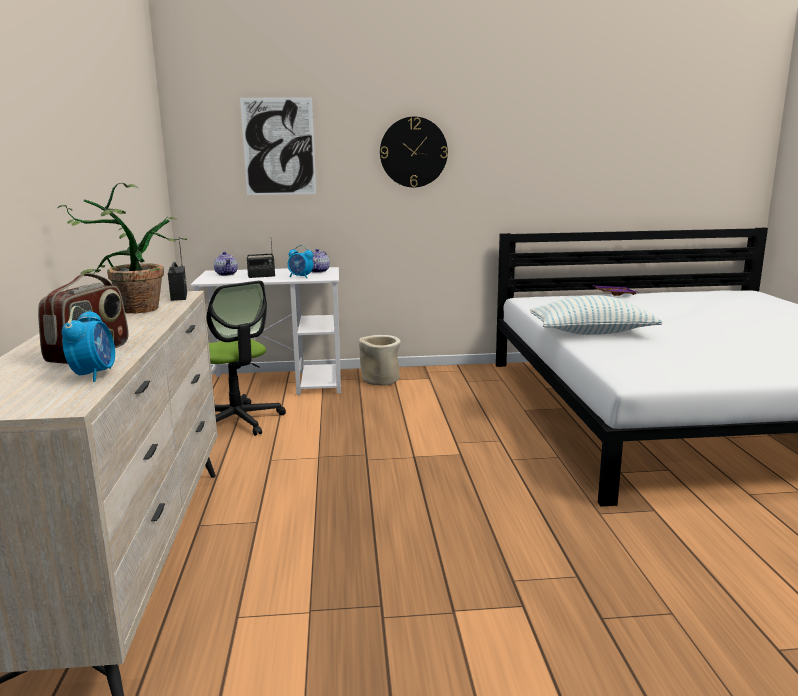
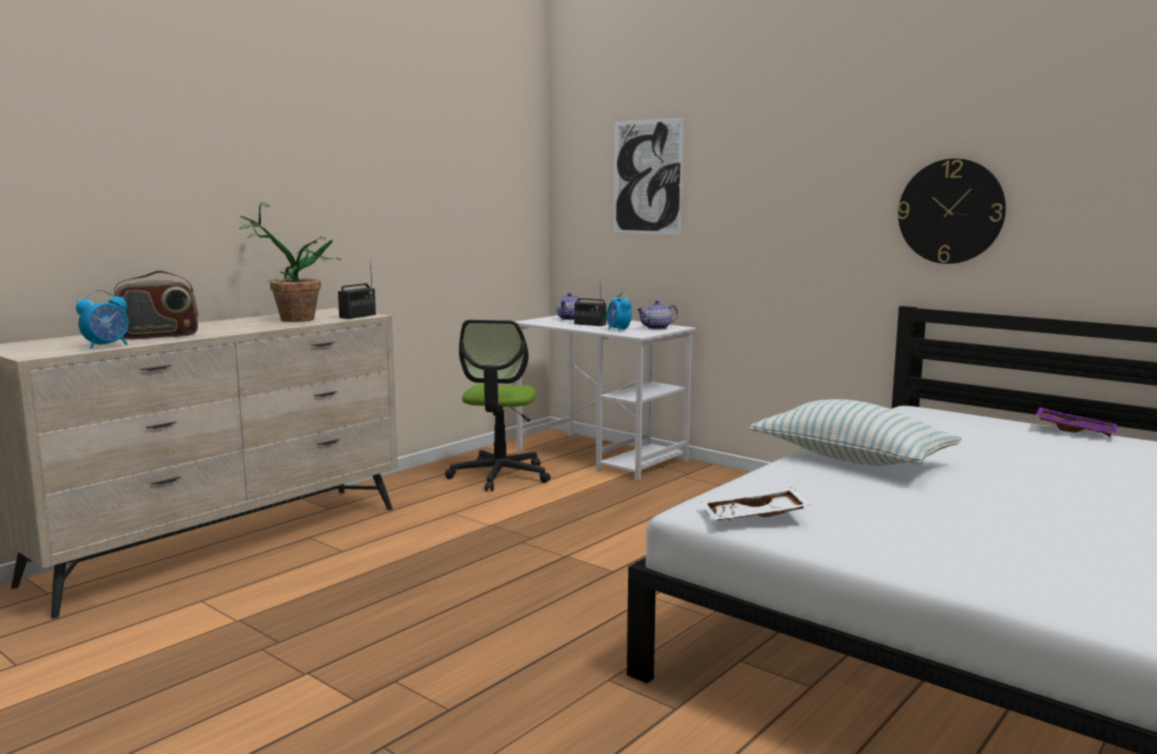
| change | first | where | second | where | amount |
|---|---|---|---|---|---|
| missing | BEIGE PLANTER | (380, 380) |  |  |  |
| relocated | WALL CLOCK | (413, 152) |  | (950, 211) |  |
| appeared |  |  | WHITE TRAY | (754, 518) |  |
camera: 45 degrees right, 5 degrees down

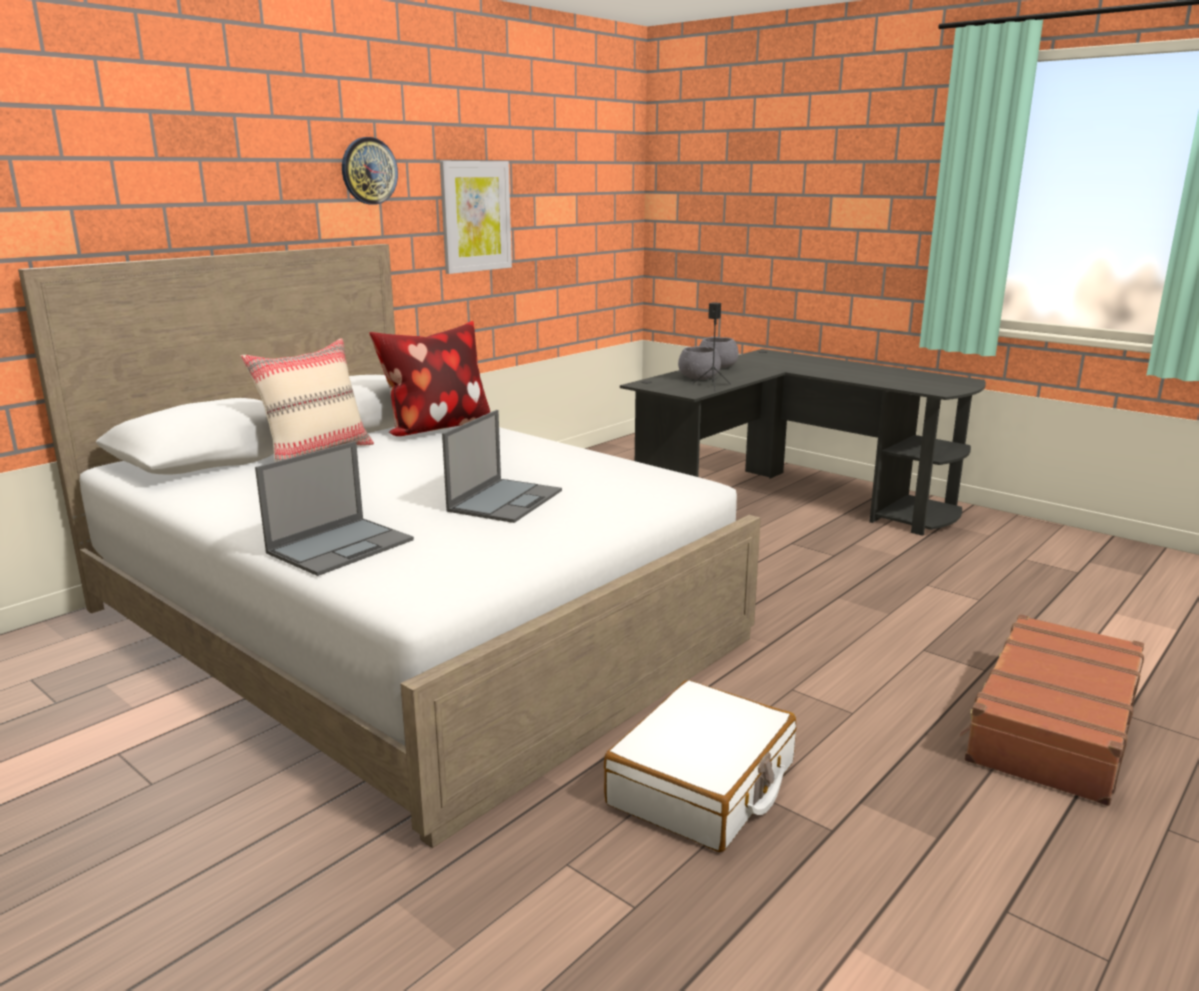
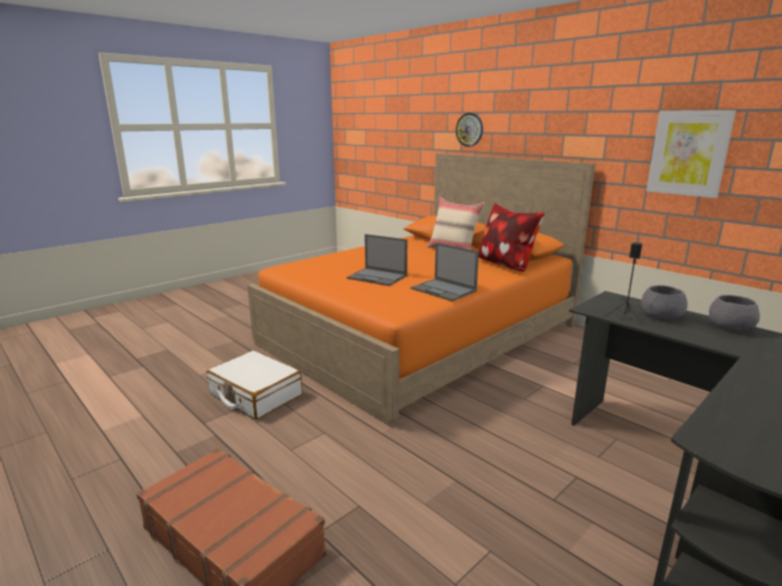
| change | first | where | second | where | amount |
|---|---|---|---|---|---|
| colour | WHITE BED | (411, 622) | ORANGE BED | (420, 334) |  |
| relocated | LAPTOP | (342, 546) |  | (444, 290) |  |
| relocated | WALL CLOCK | (369, 171) |  | (469, 129) |  |
camera: 95 degrees right, 0 degrees up

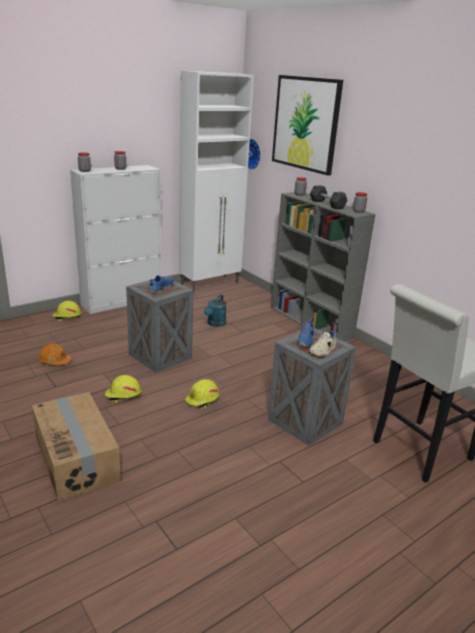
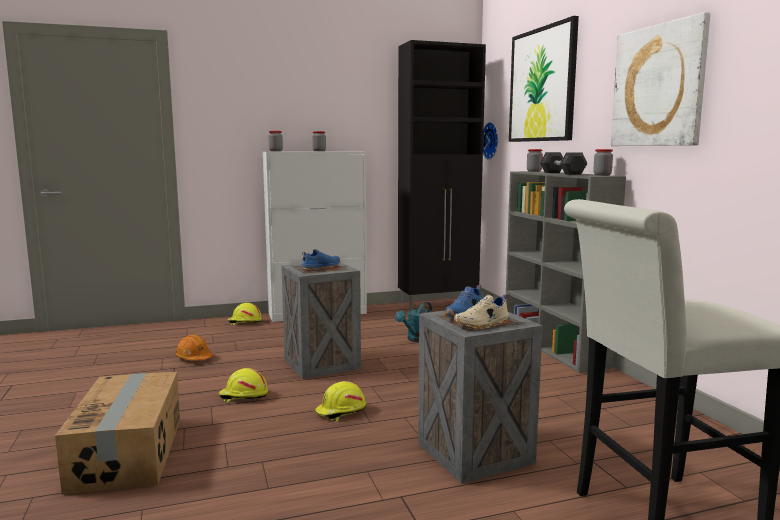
| change | first | where | second | where | amount |
|---|---|---|---|---|---|
| colour | WHITE CABINET | (210, 284) | BLACK CABINET | (439, 305) |  |
| appeared |  |  | PICTURE | (658, 86) |  |
camera: 20 degrees right, 15 degrees down

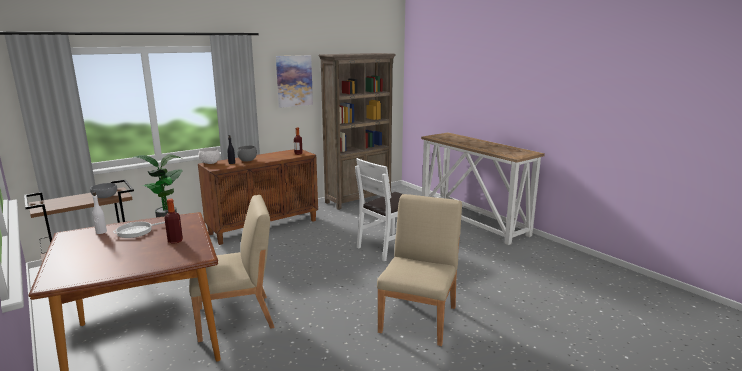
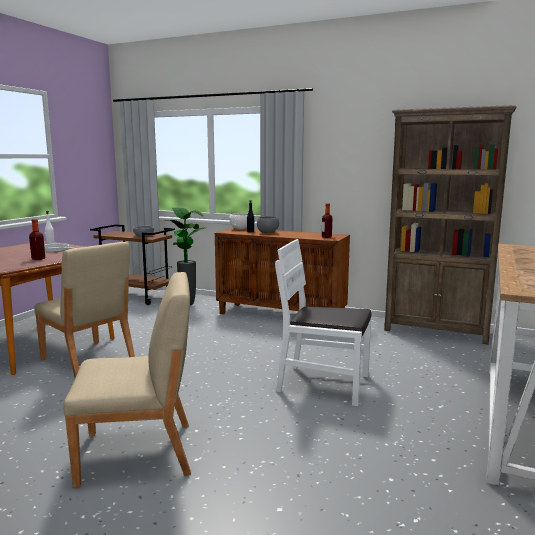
| change | first | where | second | where | amount |
|---|---|---|---|---|---|
| missing | PICTURE | (294, 81) |  |  |  |
camera: 60 degrees right, 5 degrees down

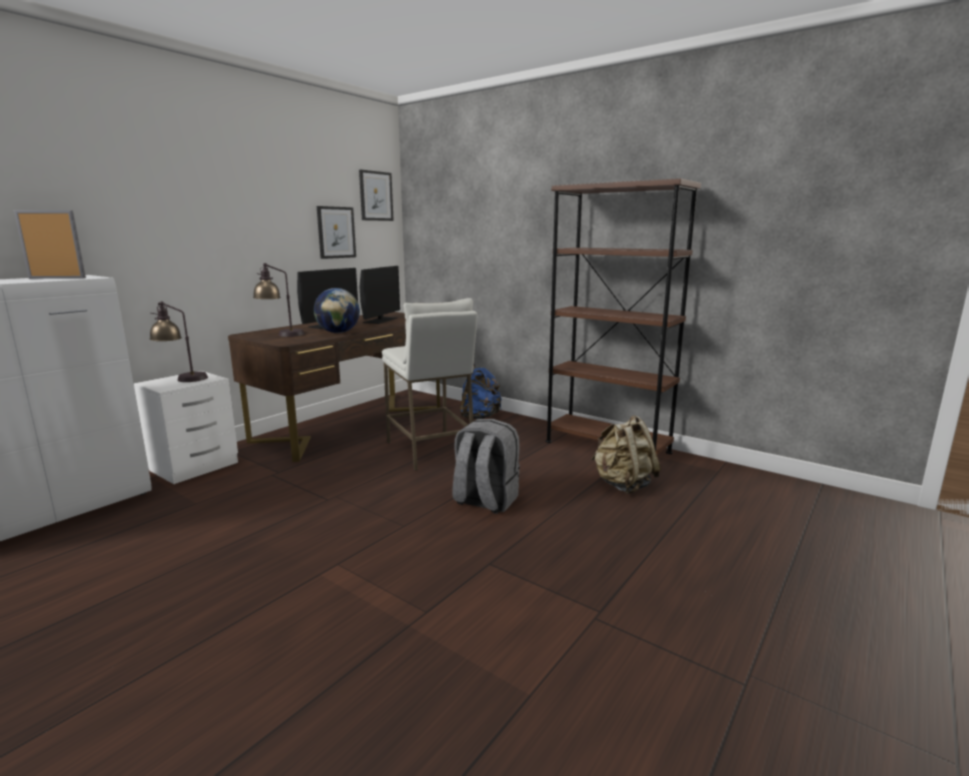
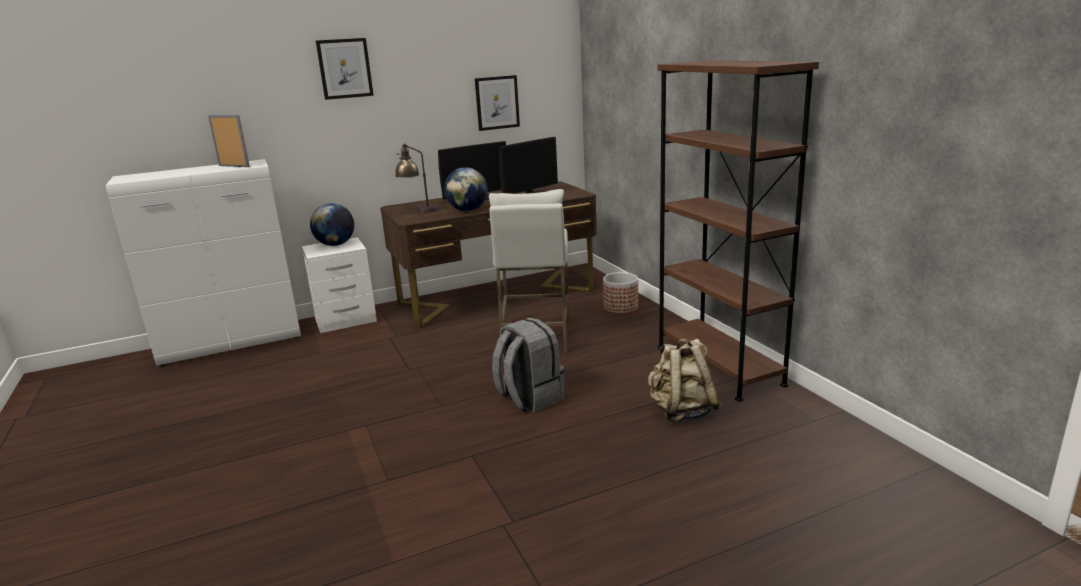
| change | first | where | second | where | amount |
|---|---|---|---|---|---|
| exchanged | TABLE LAMP | (182, 378) | GLOBE | (335, 245) |  |
| relocated | PICTURE | (376, 196) |  | (345, 68) |  |
| exchanged | BLUE BACKPACK | (479, 417) | PLANTER | (620, 307) |  |
camera: 30 degrees right, 5 degrees up

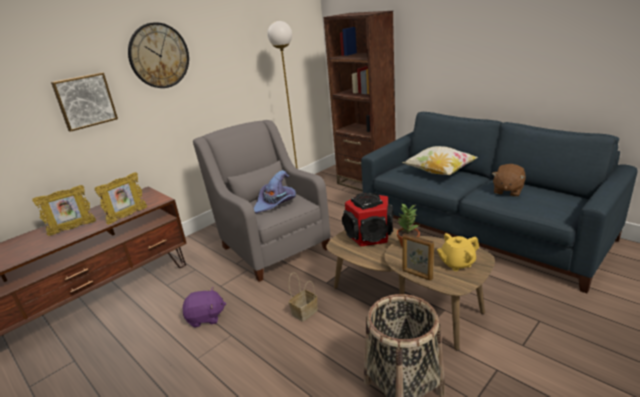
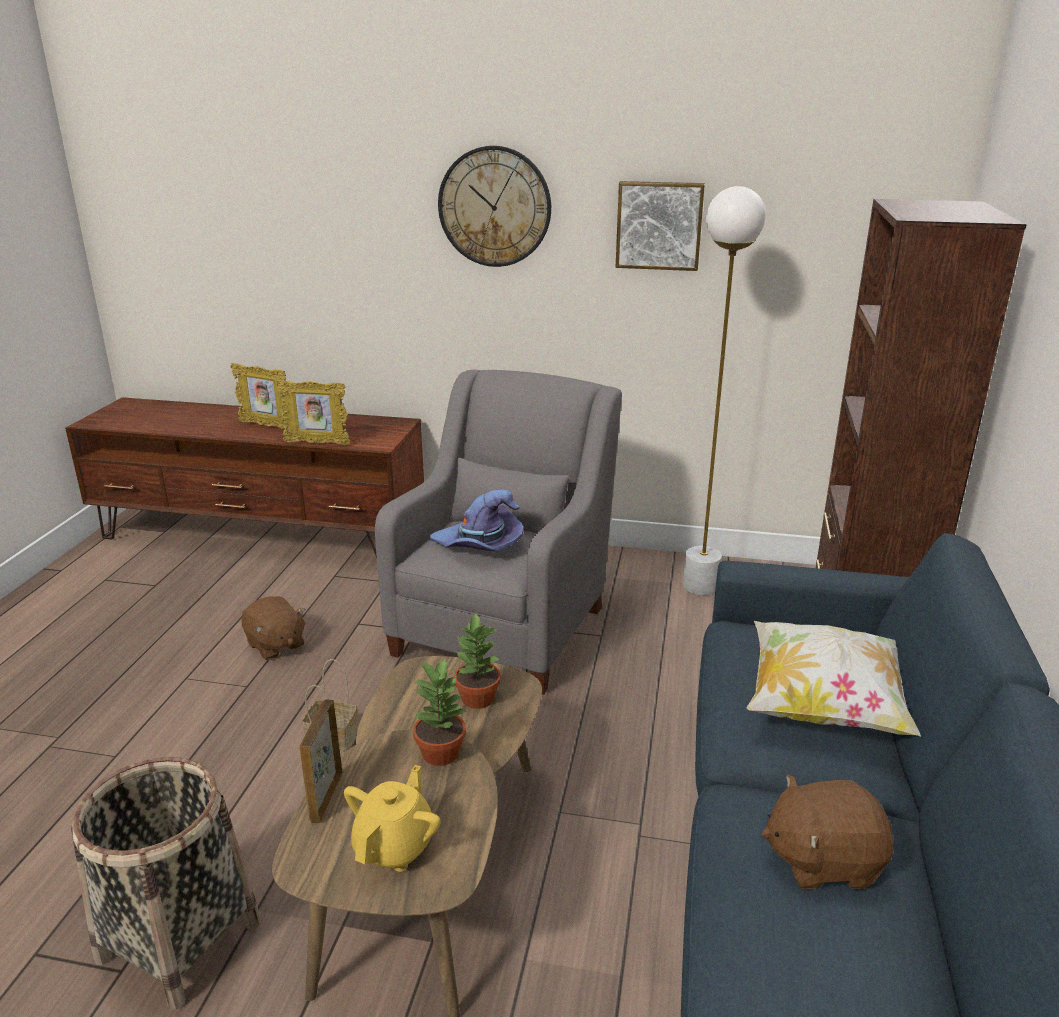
| change | first | where | second | where | amount |
|---|---|---|---|---|---|
| relocated | PICTURE | (85, 101) |  | (659, 225) |  |
| colour | PURPLE PLUSH TOY | (206, 318) | BROWN PLUSH TOY | (275, 645) |  |
| exchanged | SPEAKER | (370, 235) | POTTED PLANT | (477, 699) |  |
| spun | YELLOW TEAPOT | (457, 263) |  | (395, 847) | 75 degrees clockwise |
camera: 55 degrees right, 0 degrees up

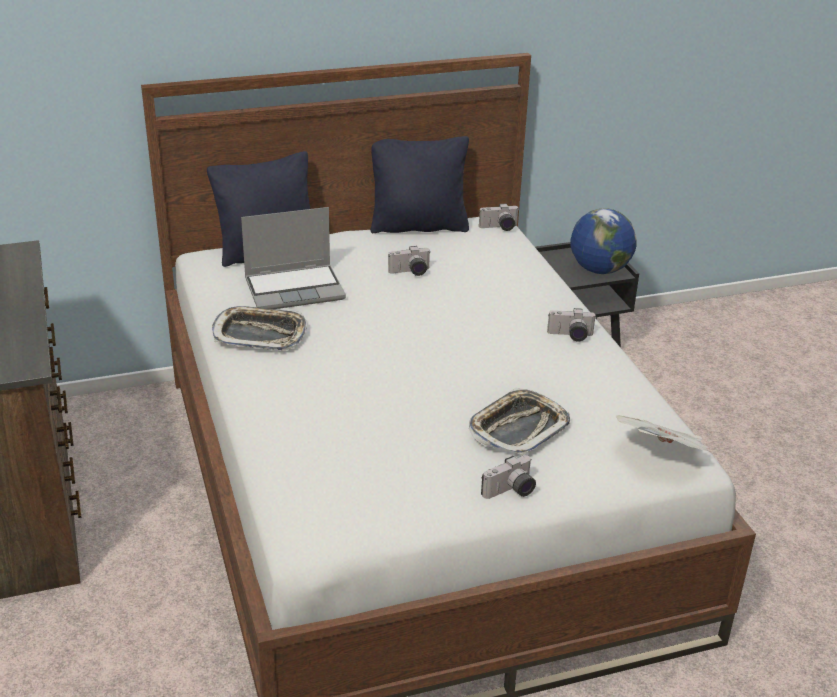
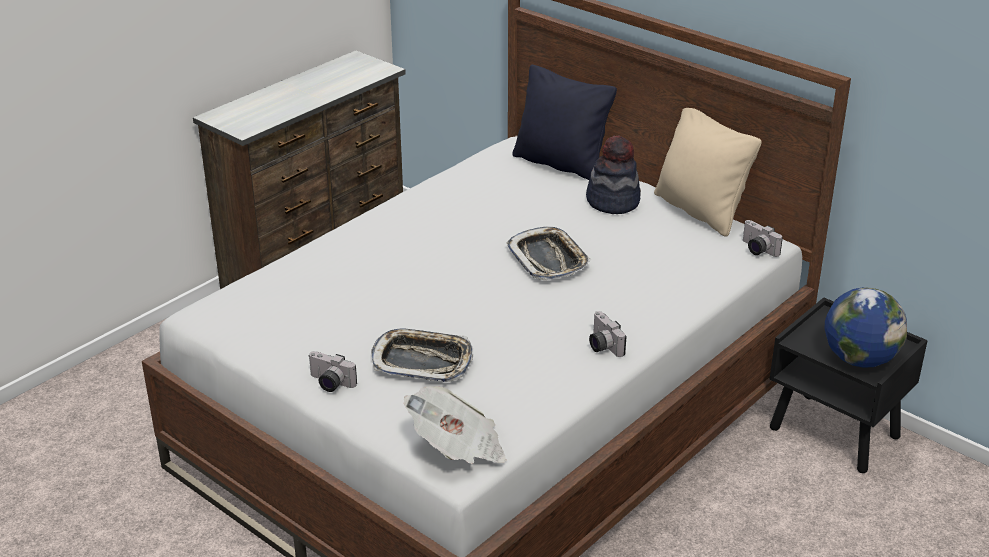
| change | first | where | second | where | amount |
|---|---|---|---|---|---|
| relocated | TRAY | (260, 334) |  | (548, 259) |  |
| missing | LAPTOP | (295, 288) |  |  |  |
| colour | BLACK PILLOW | (418, 226) | BEIGE PILLOW | (700, 211) |  |
| missing | PHOTO CAMERA | (410, 272) |  |  |  |
| appeared |  |  | HAT | (613, 201) |  |
camera: 60 degrees right, 0 degrees up

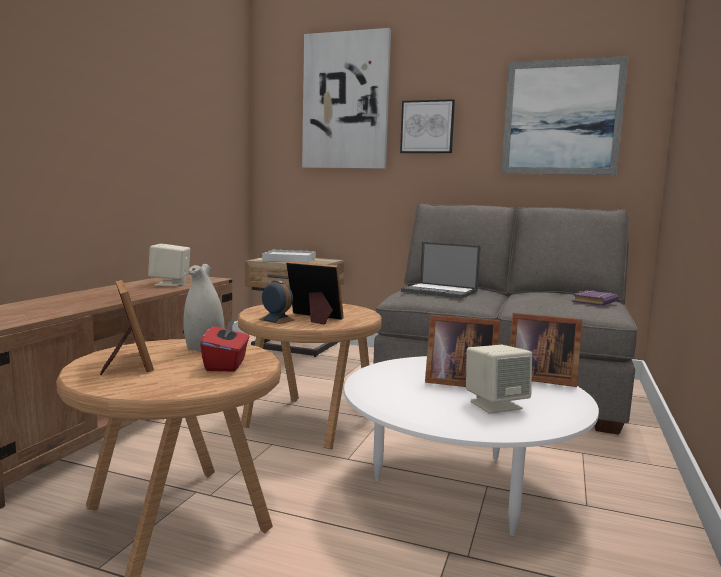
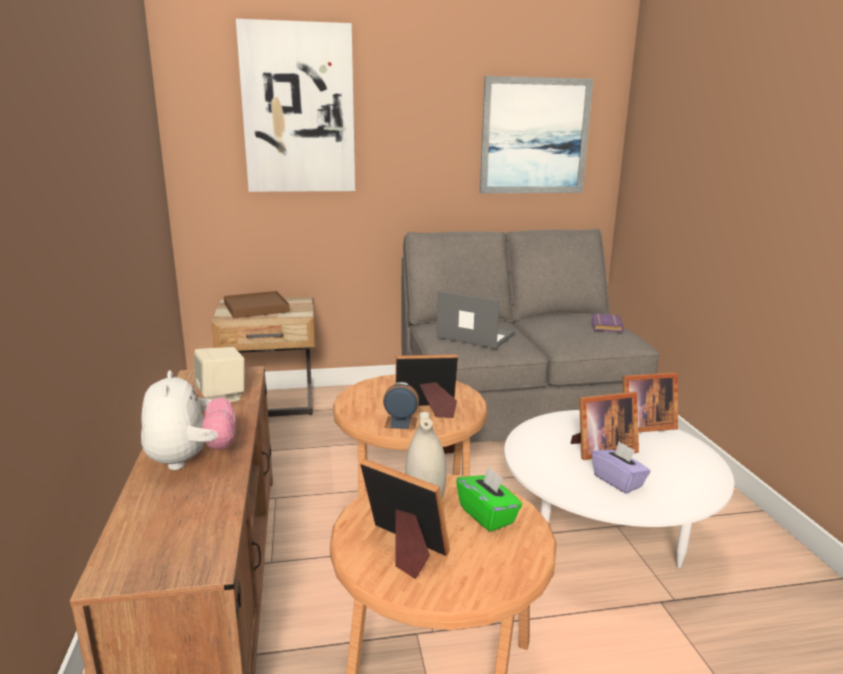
| change | first | where | second | where | amount |
|---|---|---|---|---|---|
| colour | RED TISSUE BOX | (226, 364) | GREEN TISSUE BOX | (487, 515) |  |
| colour | WHITE TRAY | (290, 259) | BROWN TRAY | (256, 308) |  |
| missing | PICTURE | (427, 127) |  |  |  |
| spun | LAPTOP | (440, 291) |  | (474, 336) | 150 degrees counterclockwise |
| missing | BEIGE SPEAKER | (495, 405) |  |  |  |
| appeared |  |  | PLUSH TOY | (191, 460) |  |
| appeared |  |  | PURPLE TISSUE BOX | (618, 481) |  |
camera: 30 degrees left, 10 degrees up

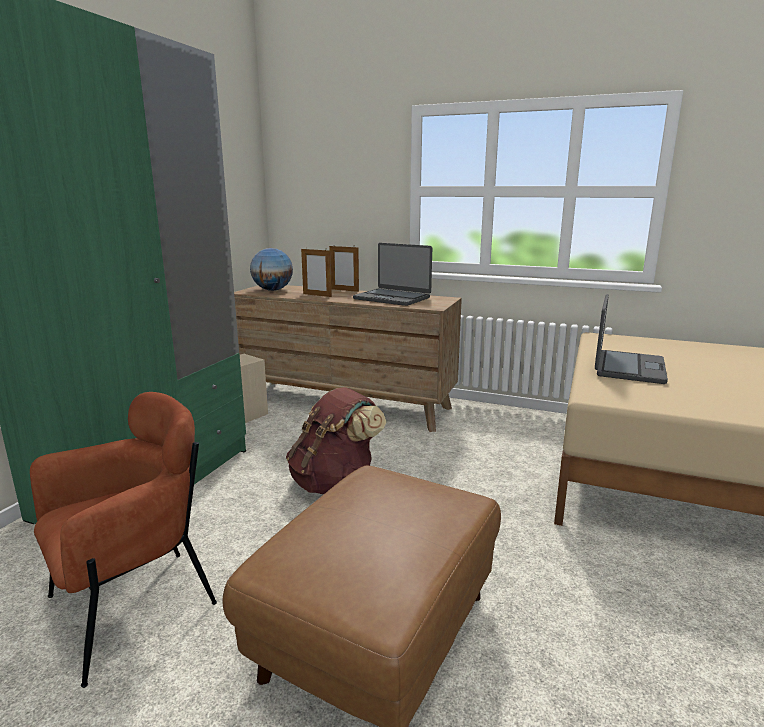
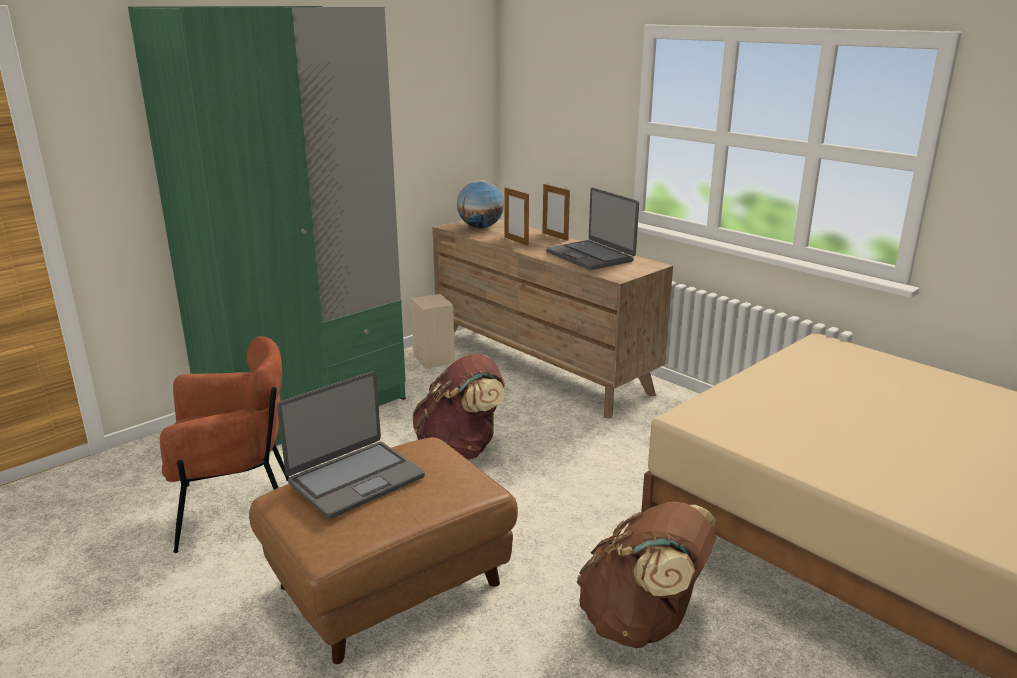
| change | first | where | second | where | amount |
|---|---|---|---|---|---|
| relocated | LAPTOP | (628, 368) |  | (355, 479) |  |
| appeared |  |  | BROWN BACKPACK | (642, 622) |  |
camera: 25 degrees right, 5 degrees up

